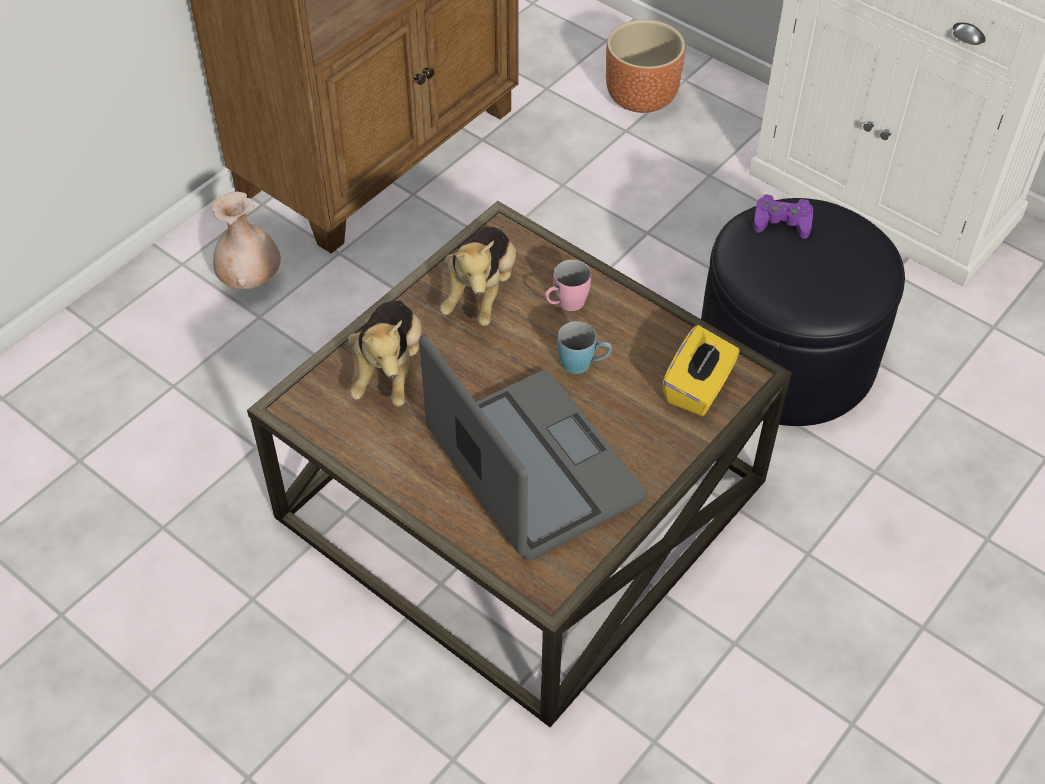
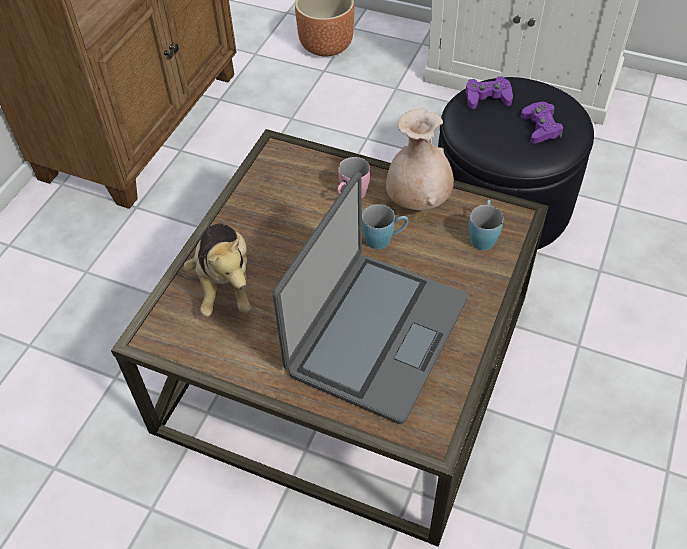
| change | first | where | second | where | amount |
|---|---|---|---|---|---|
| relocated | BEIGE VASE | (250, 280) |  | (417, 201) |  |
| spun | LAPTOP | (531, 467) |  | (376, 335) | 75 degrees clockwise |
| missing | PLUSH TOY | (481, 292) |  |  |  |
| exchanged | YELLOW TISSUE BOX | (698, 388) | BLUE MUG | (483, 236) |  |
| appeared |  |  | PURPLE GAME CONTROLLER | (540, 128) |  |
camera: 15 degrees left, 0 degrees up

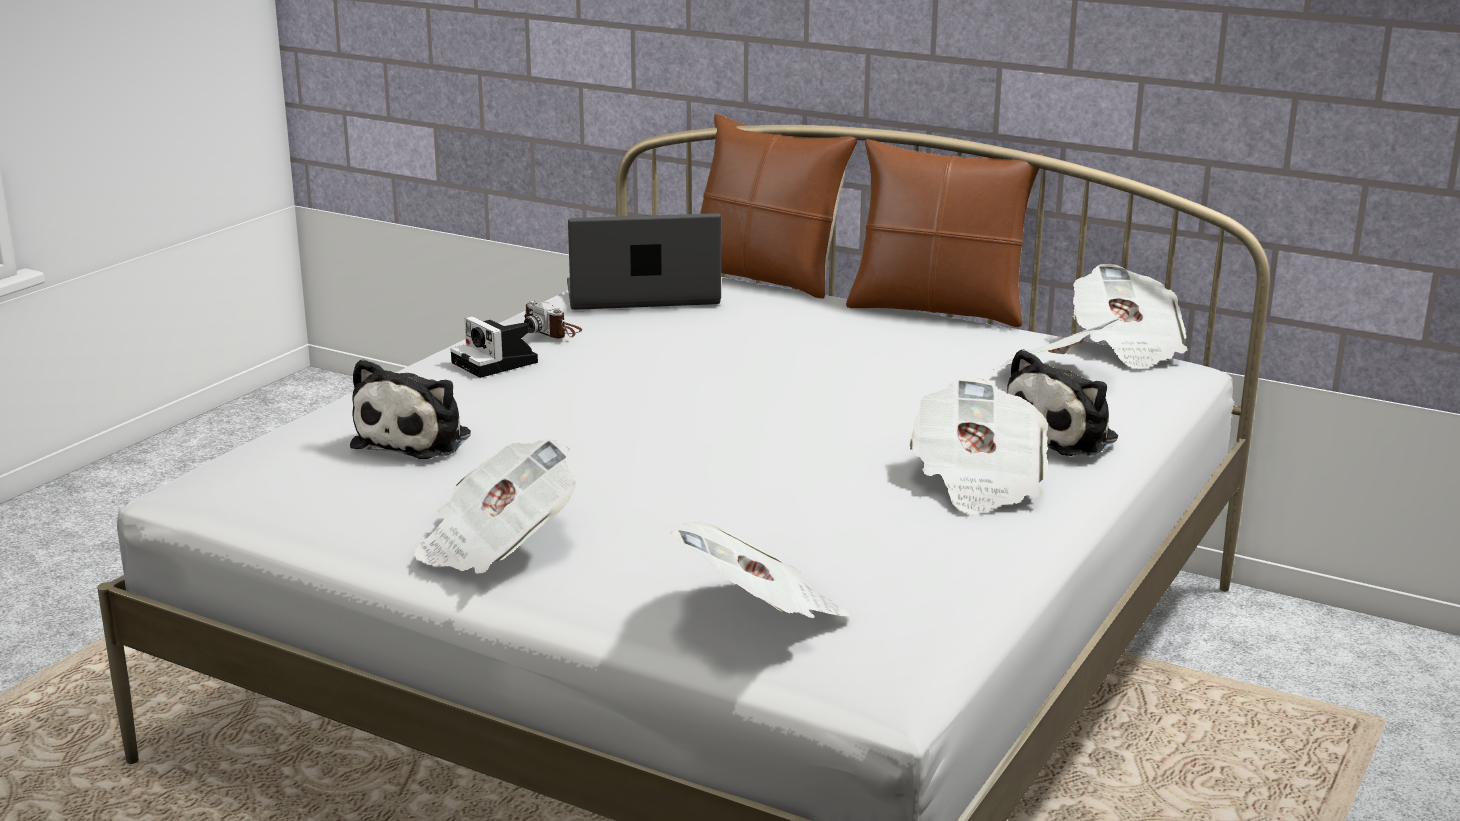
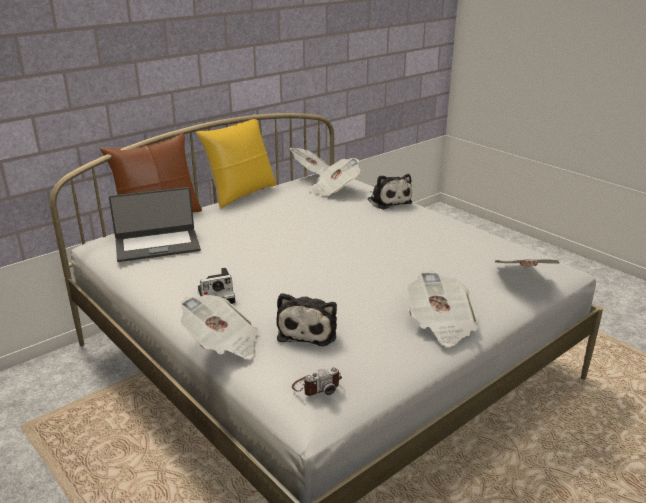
| change | first | where | second | where | amount |
|---|---|---|---|---|---|
| spun | PLUSH TOY | (417, 439) |  | (308, 330) | 60 degrees clockwise |
| relocated | PHOTO CAMERA | (552, 331) |  | (317, 386) |  |
| spun | LAPTOP | (642, 295) |  | (157, 245) | 120 degrees counterclockwise |
| colour | BROWN PILLOW | (938, 309) | YELLOW PILLOW | (241, 193) |  |
| relocated | NEWSPAPER | (977, 483) |  | (222, 344) |  |
camera: 70 degrees left, 5 degrees up

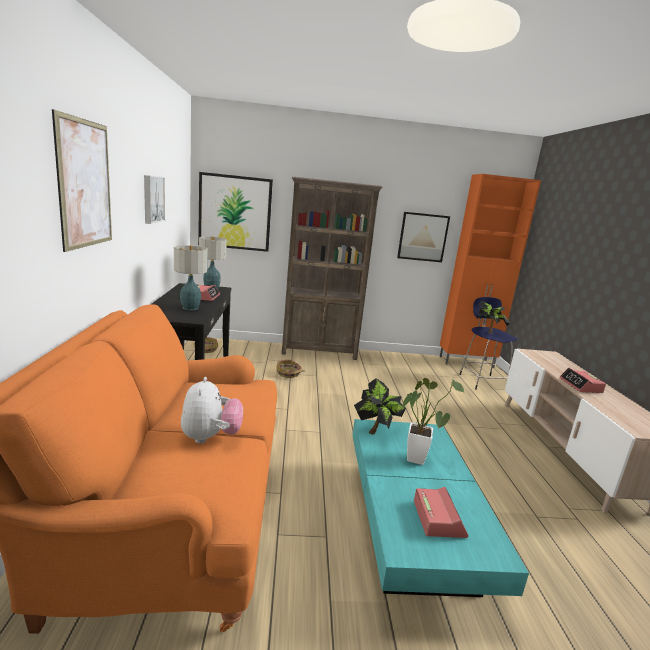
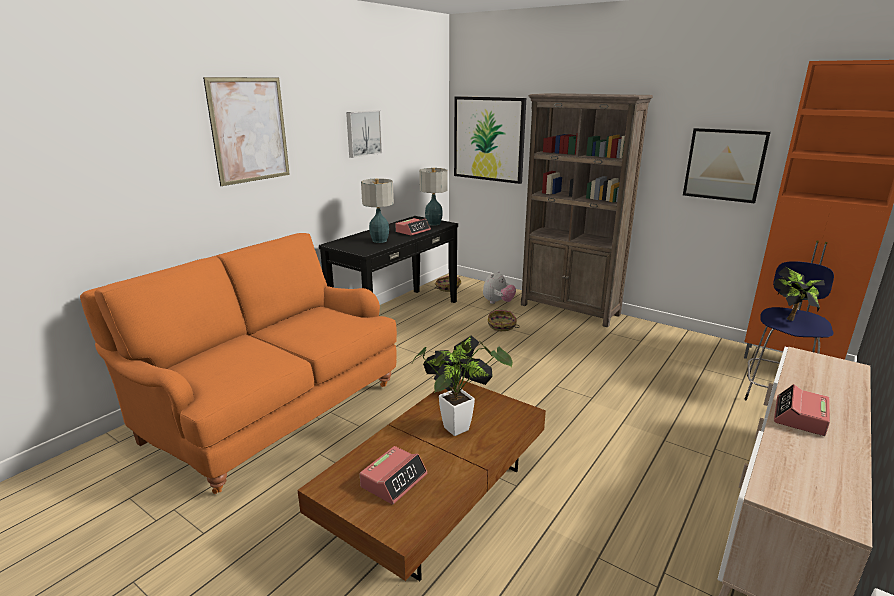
| change | first | where | second | where | amount |
|---|---|---|---|---|---|
| relocated | PLUSH TOY | (210, 437) |  | (498, 302) |  |
| colour | TURQUOISE COFFEE TABLE | (410, 526) | BROWN COFFEE TABLE | (434, 498) |  |
camera: 40 degrees right, 5 degrees up

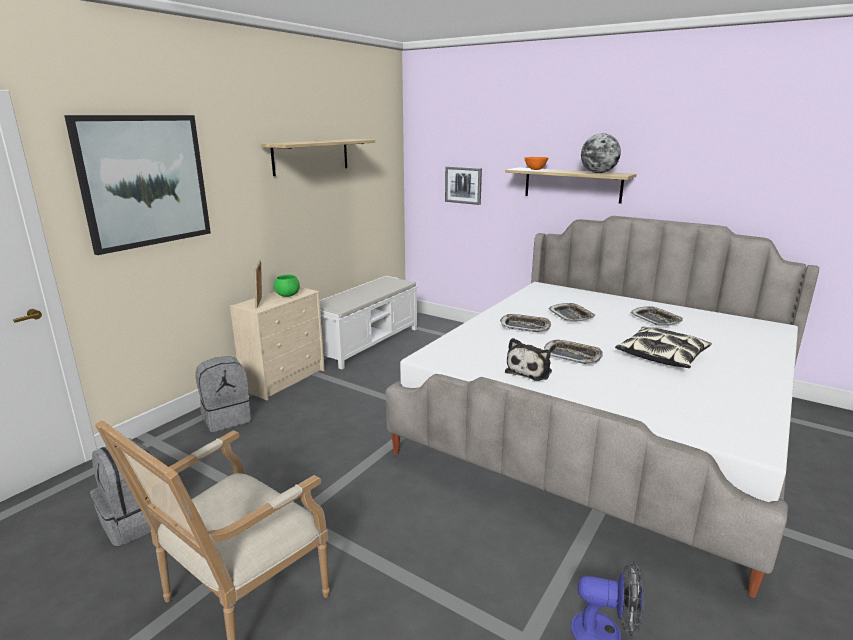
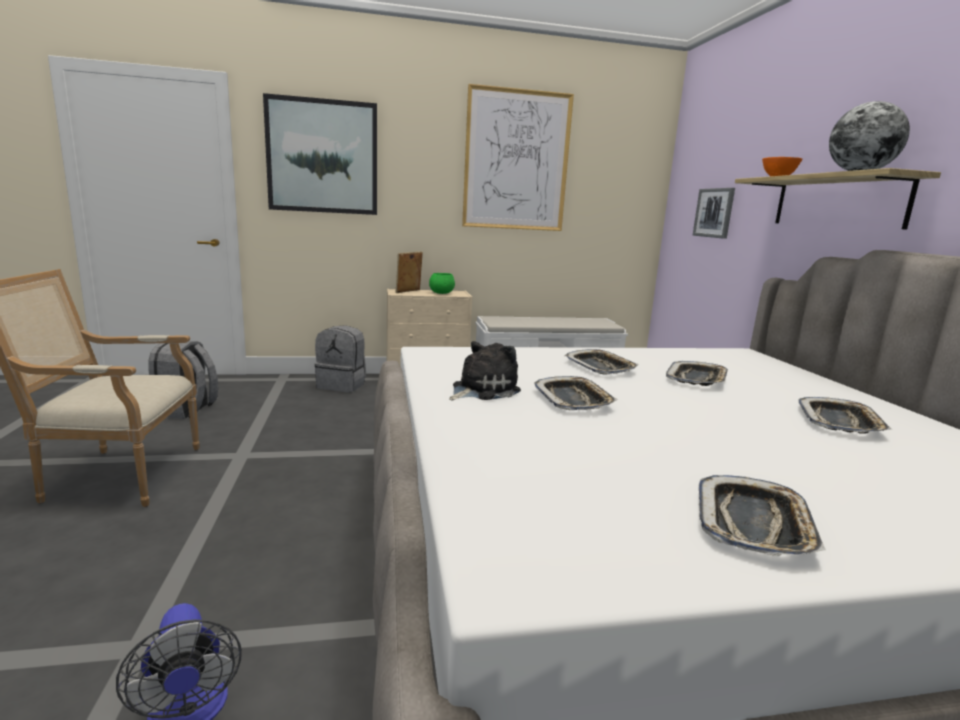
| change | first | where | second | where | amount |
|---|---|---|---|---|---|
| exchanged | SHELF | (311, 156) | PICTURE | (516, 161) |  |
| spun | PLUSH TOY | (530, 371) |  | (482, 390) | 150 degrees clockwise |
| missing | PILLOW | (662, 356) |  |  |  |
| appeared |  |  | TRAY | (754, 524) |  |
camera: 45 degrees right, 5 degrees down

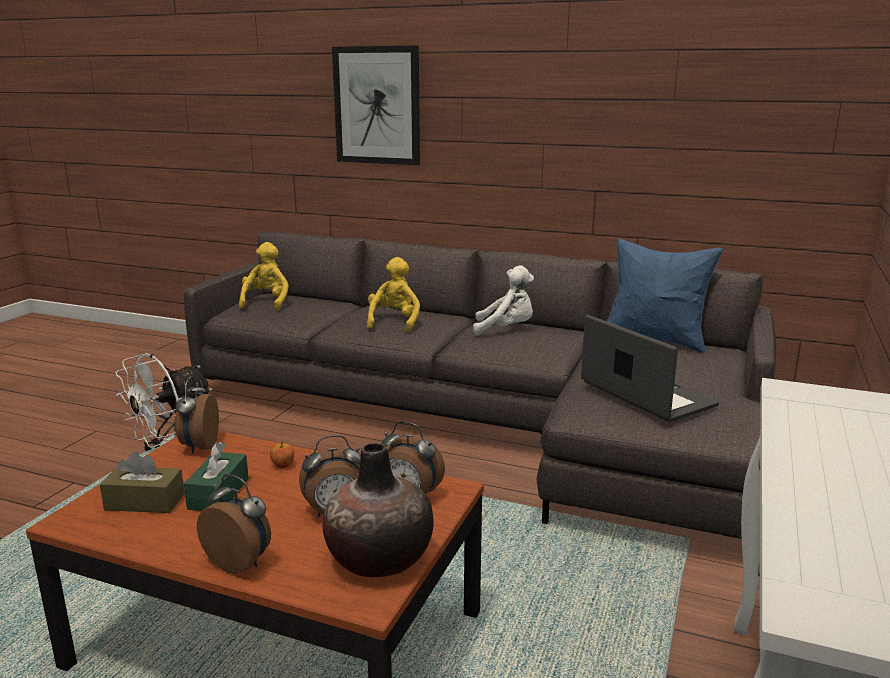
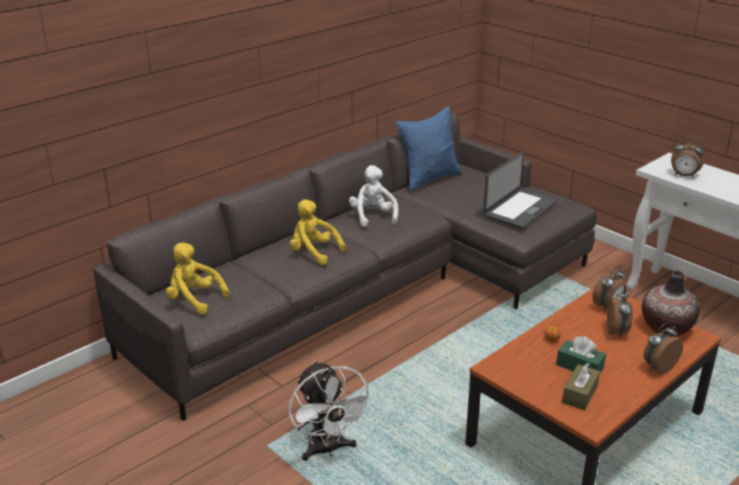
| change | first | where | second | where | amount |
|---|---|---|---|---|---|
| relocated | ALARM CLOCK | (199, 446) |  | (684, 176) |  |
| missing | PICTURE | (377, 105) |  |  |  |
| spun | WHITE PLUSH TOY | (506, 329) |  | (373, 216) | 45 degrees counterclockwise |
| spun | LAPTOP | (645, 394) |  | (518, 209) | 135 degrees clockwise |
camera: 65 degrees left, 10 degrees up

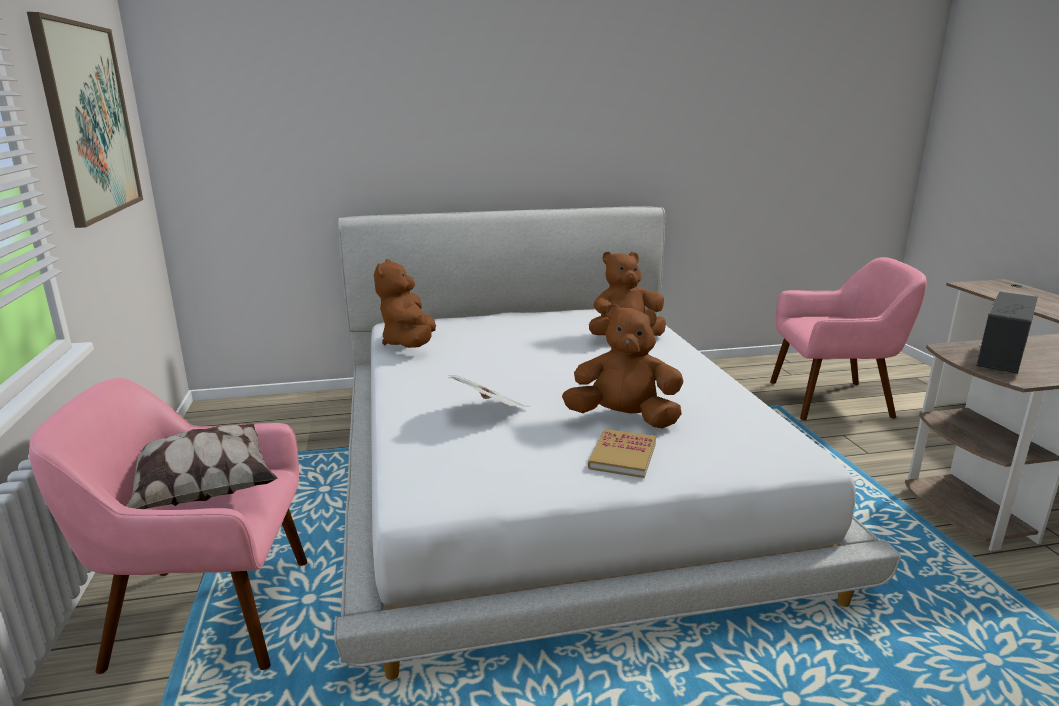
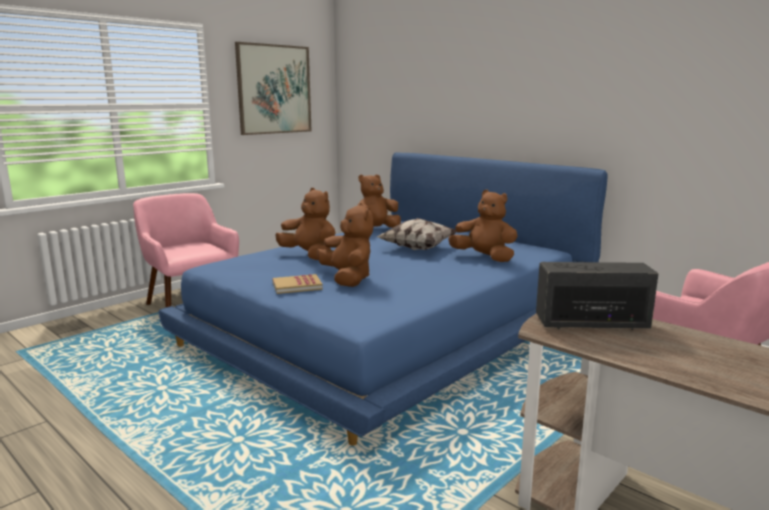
| change | first | where | second | where | amount |
|---|---|---|---|---|---|
| relocated | PILLOW | (202, 490) |  | (417, 248) |  |
| colour | WHITE BED | (551, 471) | BLUE BED | (391, 328) |  |
| exchanged | NEWSPAPER | (489, 412) | BROWN PLUSH TOY | (310, 256) |  |
camera: 55 degrees right, 5 degrees down

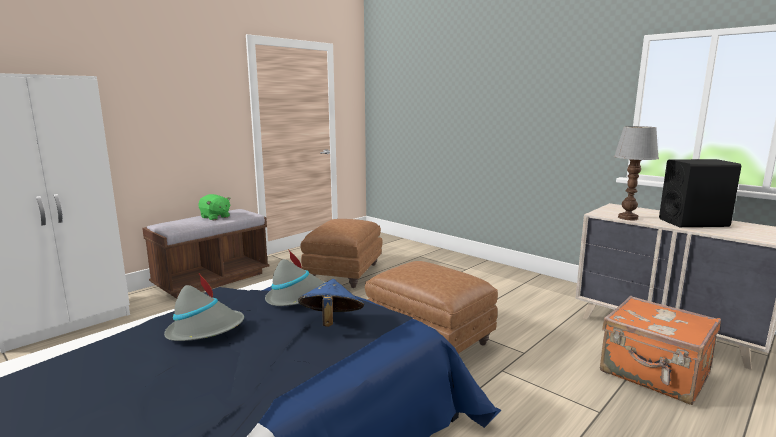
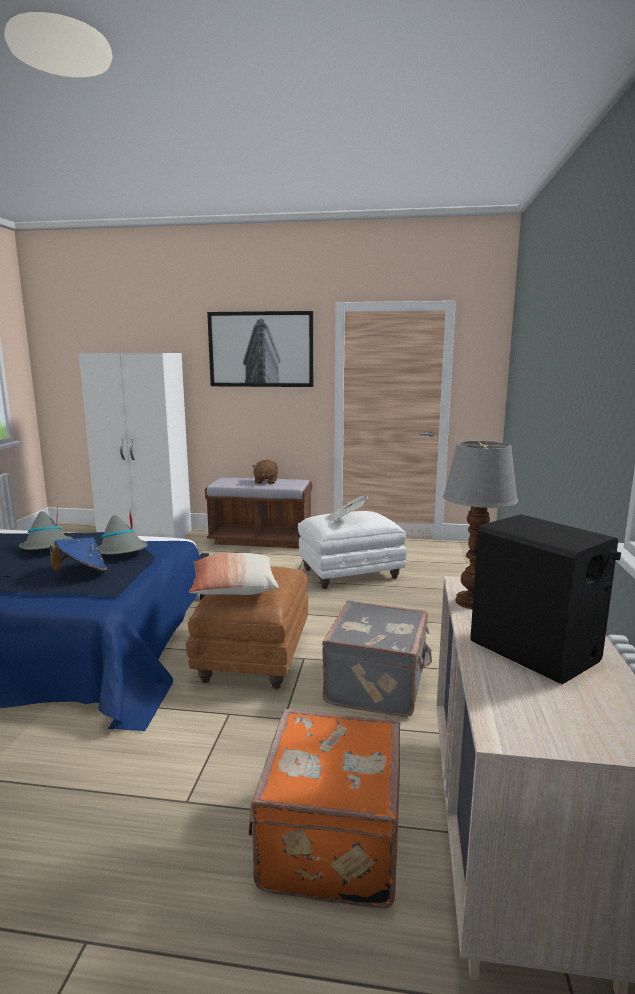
| change | first | where | second | where | amount |
|---|---|---|---|---|---|
| colour | GREEN PLUSH TOY | (215, 217) | BROWN PLUSH TOY | (265, 482) |  |
| colour | BROWN OTTOMAN | (344, 274) | WHITE OTTOMAN | (349, 574) |  |
| appeared |  |  | PILLOW | (233, 589) |  |
| appeared |  |  | PICTURE | (260, 349) |  |
| appeared |  |  | GREY SUITCASE | (378, 685) |  |
| appeared |  |  | NEWSPAPER | (345, 519) |  |
camera: 55 degrees right, 0 degrees up

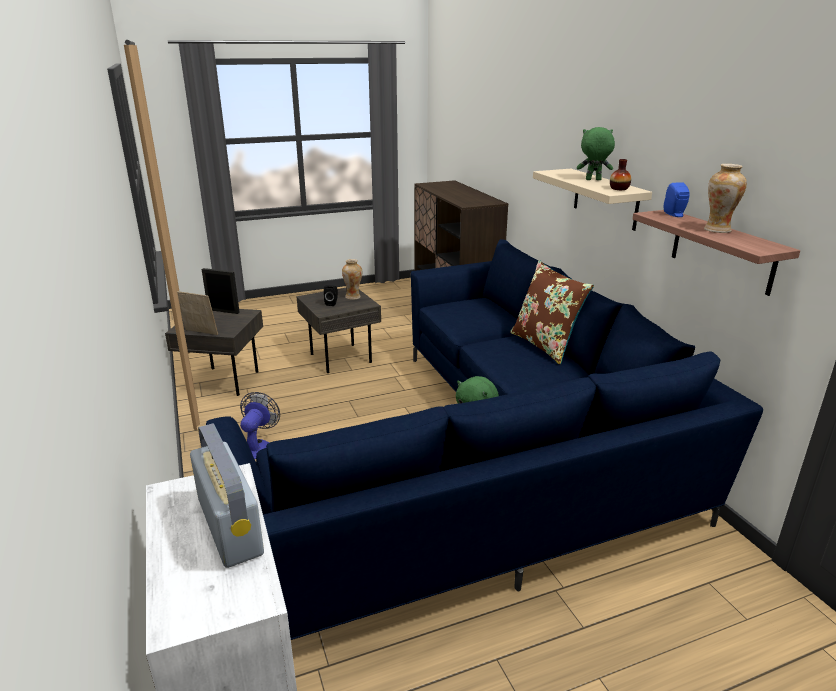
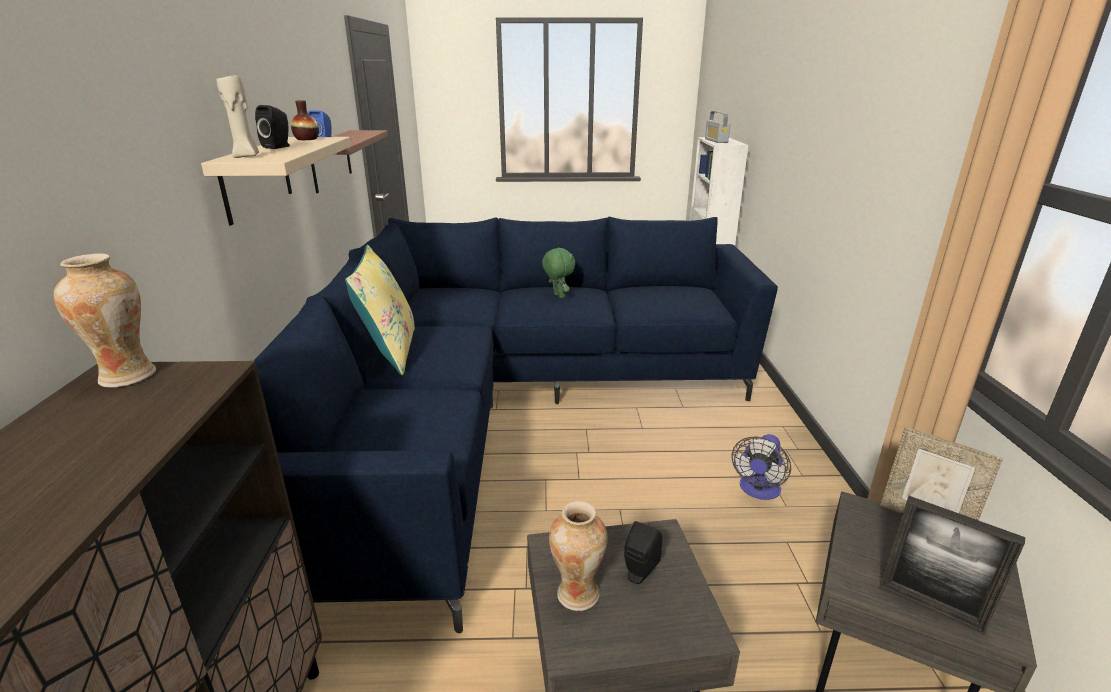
| change | first | where | second | where | amount |
|---|---|---|---|---|---|
| colour | BROWN PILLOW | (545, 345) | YELLOW PILLOW | (389, 352) |  |
| exchanged | GREEN PLUSH TOY | (593, 180) | BLACK SPEAKER | (278, 147) |  |
| relocated | VASE | (717, 230) |  | (126, 376) |  |
| appeared |  |  | BEIGE CANDLE | (246, 156) |  |
camera: 160 degrees left, 0 degrees up

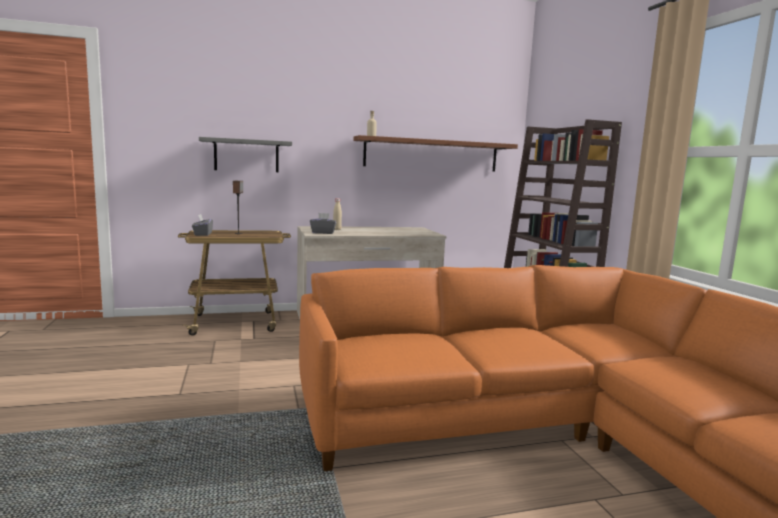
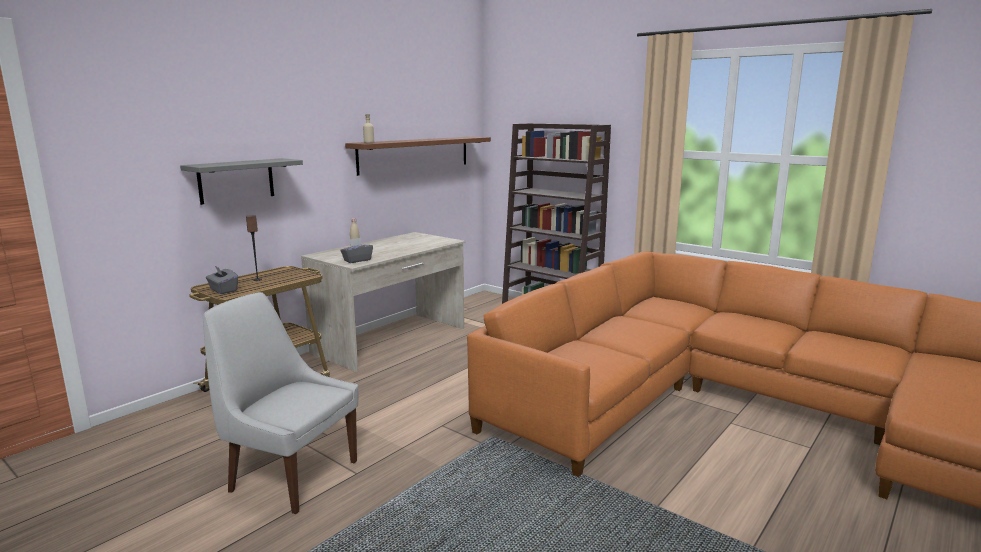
| change | first | where | second | where | amount |
|---|---|---|---|---|---|
| appeared |  |  | WHITE CHAIR | (290, 475) |  |
camera: 35 degrees left, 5 degrees up

